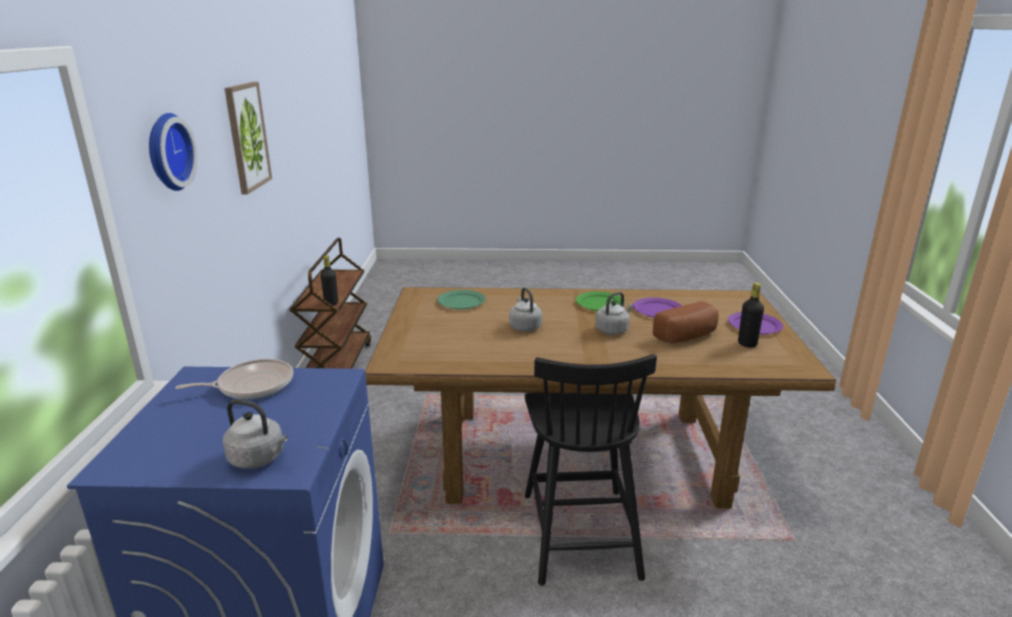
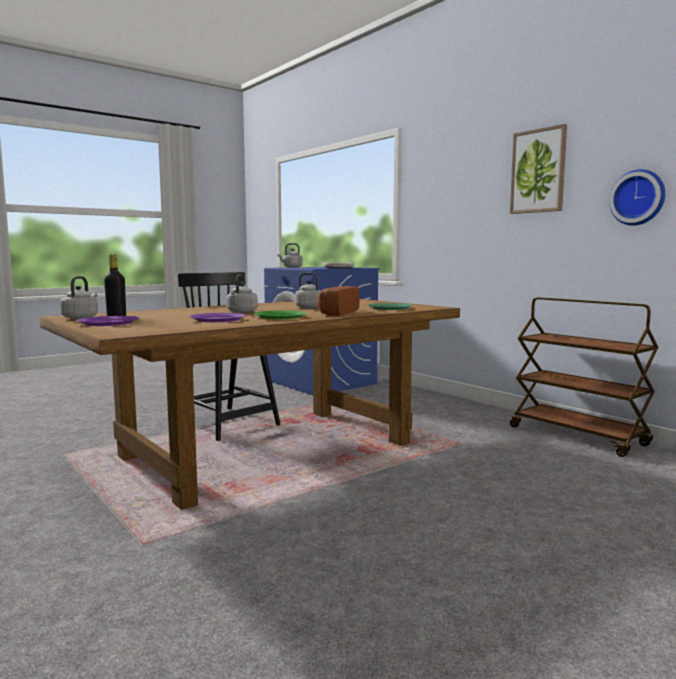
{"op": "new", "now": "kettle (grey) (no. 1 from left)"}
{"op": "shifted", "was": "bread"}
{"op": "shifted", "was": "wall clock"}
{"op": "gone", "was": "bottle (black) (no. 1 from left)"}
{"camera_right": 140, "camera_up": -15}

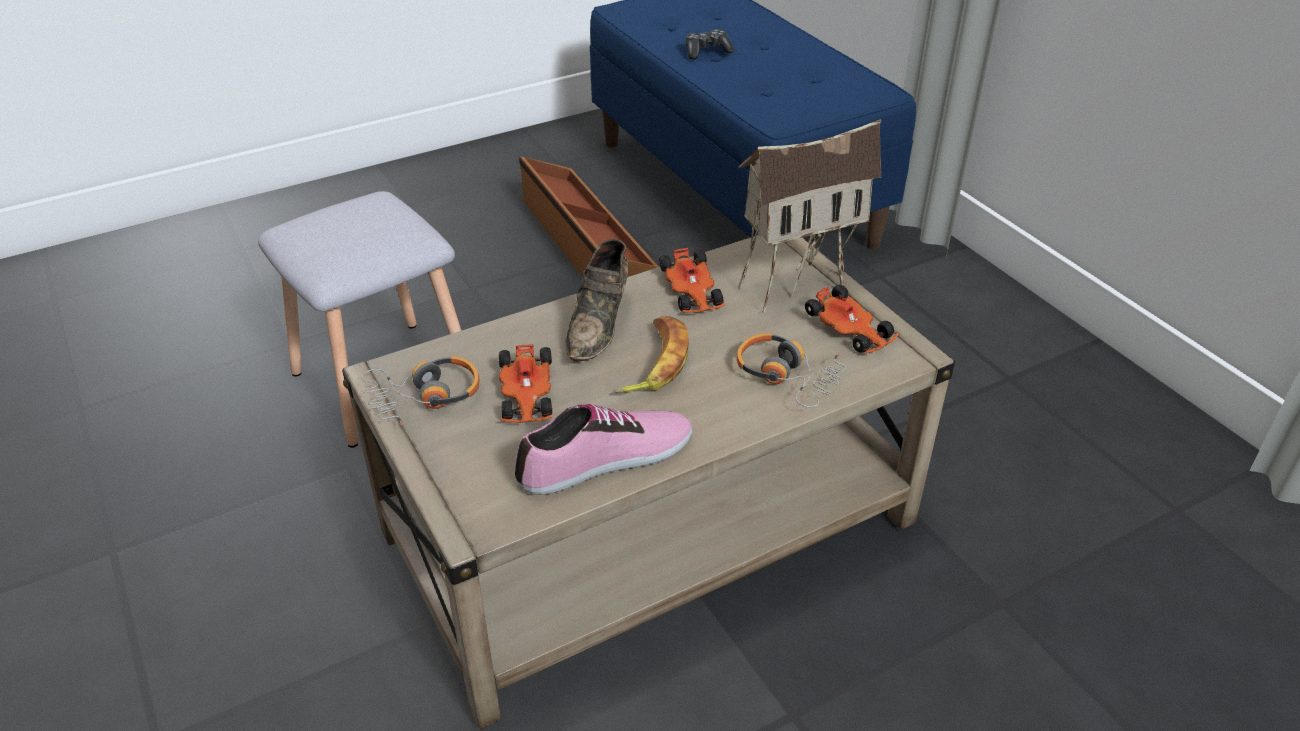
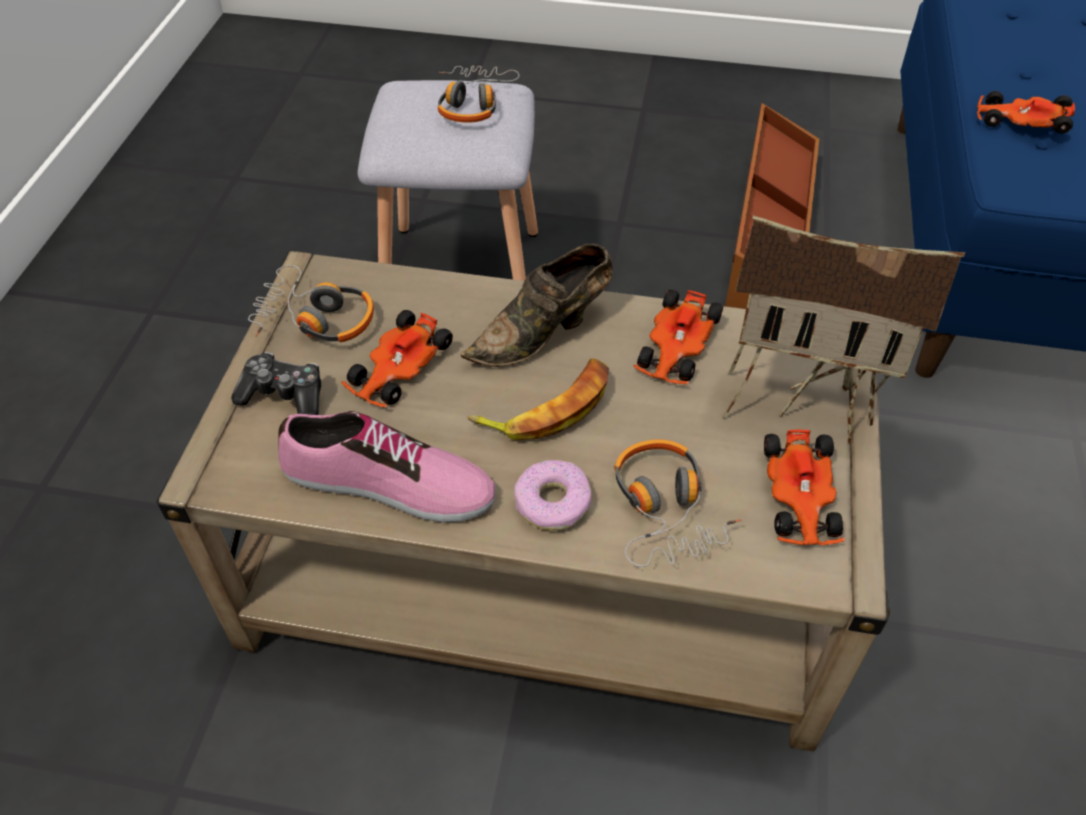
{"op": "shifted", "was": "game controller"}
{"op": "new", "now": "headphones (no. 2 from left)"}
{"op": "new", "now": "donut"}
{"op": "new", "now": "toy car (no. 4 from left)"}
{"camera_right": 40, "camera_up": 10}

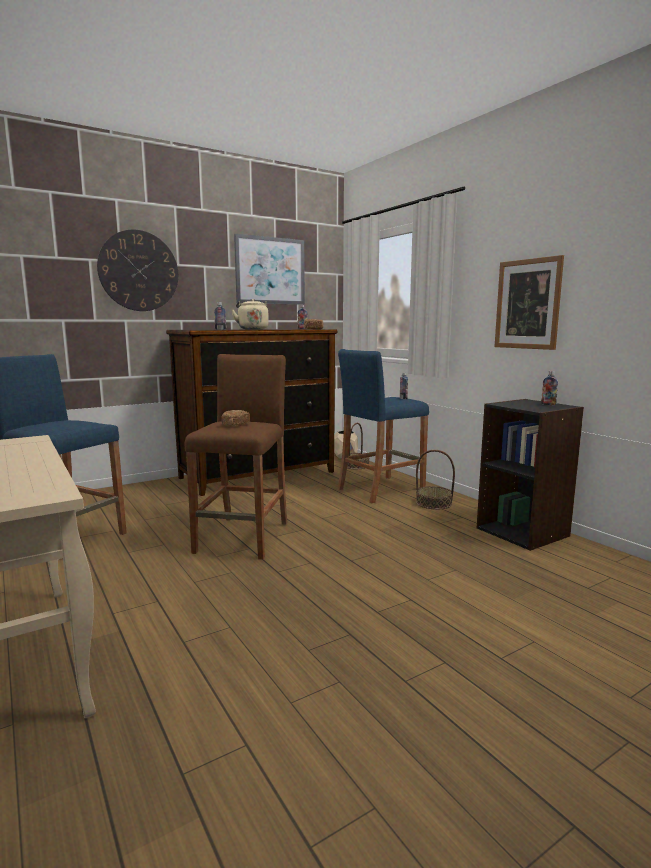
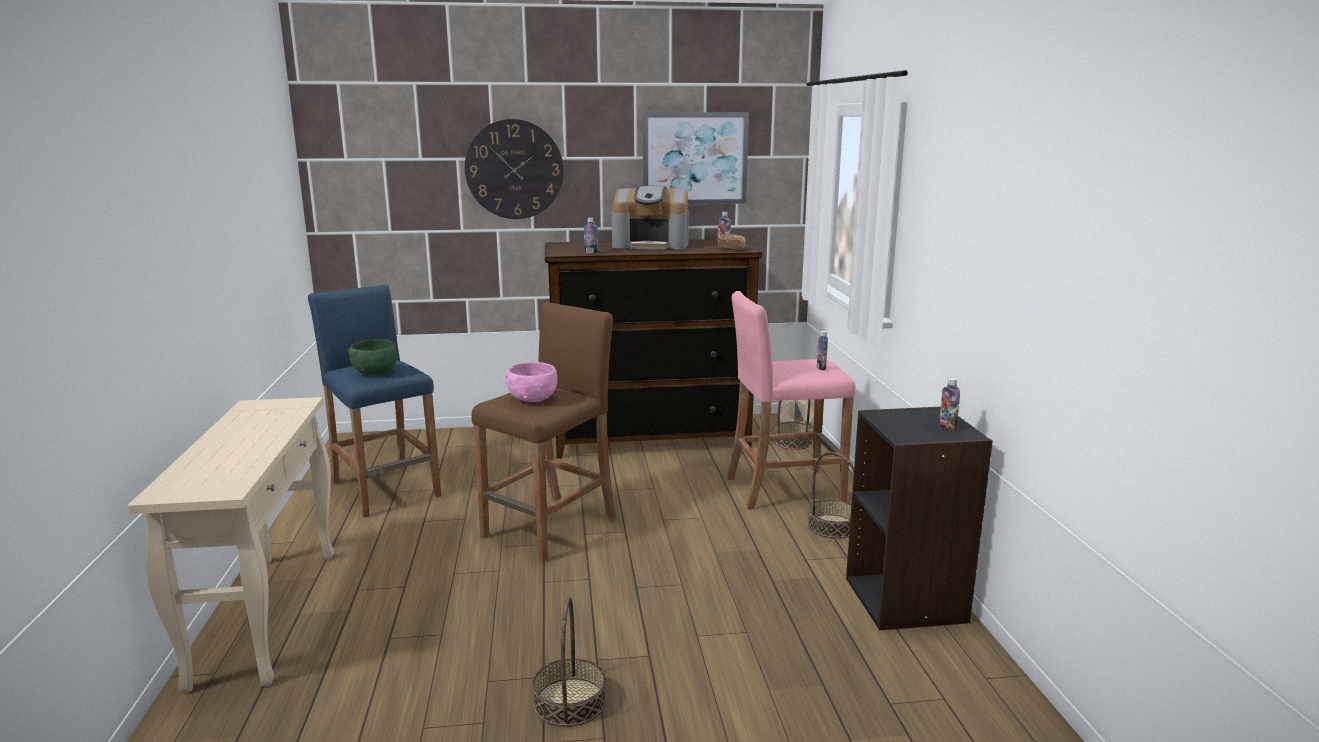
{"op": "new", "now": "bowl (green)"}
{"op": "swapped", "was": "bread (no. 1 from left)", "now": "bowl (pink)"}
{"op": "new", "now": "basket (no. 1 from left)"}
{"op": "swapped", "was": "kettle (beige)", "now": "coffee machine"}
{"op": "repainted", "was": "stool (blue) (no. 2 from left)", "now": "stool (pink)"}
{"op": "gone", "was": "picture (no. 2 from left)"}
{"camera_right": 25, "camera_up": 5}

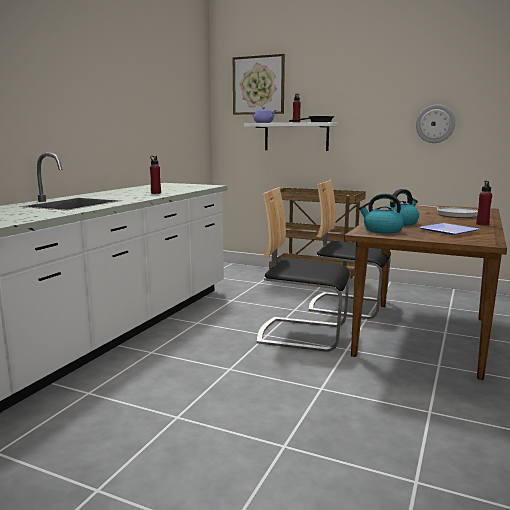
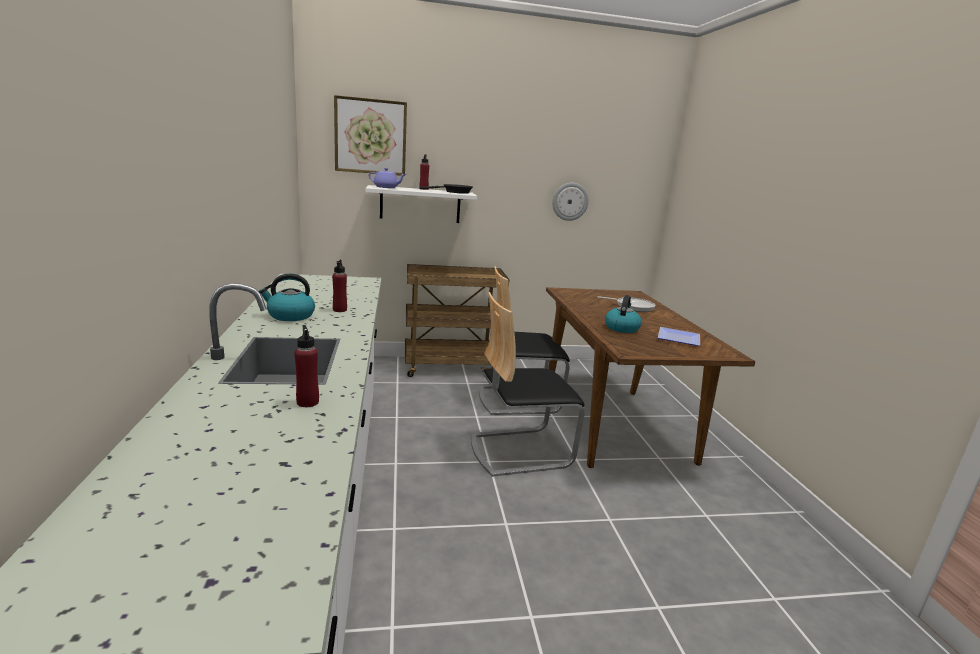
{"op": "shifted", "was": "kettle (no. 1 from left)"}
{"op": "shifted", "was": "bottle (red) (no. 3 from left in the first image)", "now": "bottle (red) (no. 1 from left)"}
{"camera_right": -35, "camera_up": 5}

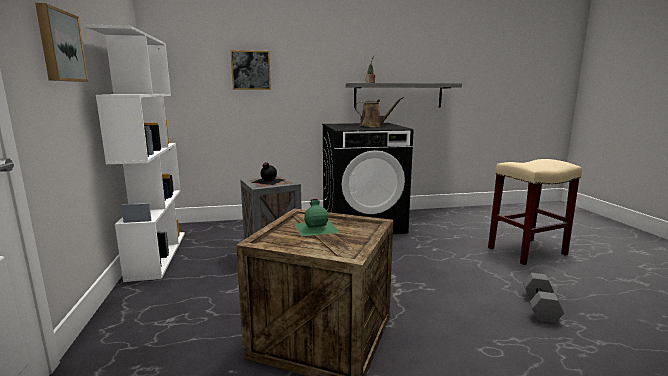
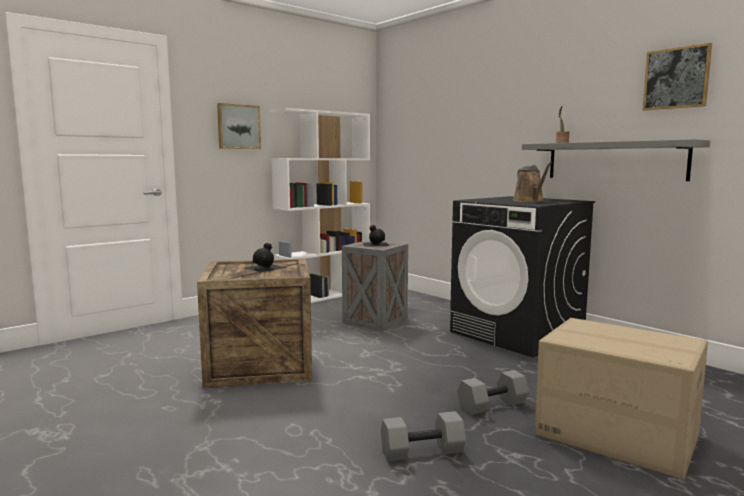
{"op": "repainted", "was": "bottle (green)", "now": "bottle (black) (no. 1 from left)"}
{"op": "new", "now": "dumbbell (grey) (no. 2 from left)"}
{"op": "swapped", "was": "stool (beige)", "now": "cardboard box"}
{"op": "shifted", "was": "picture (no. 2 from left)"}
{"camera_right": 60, "camera_up": -5}

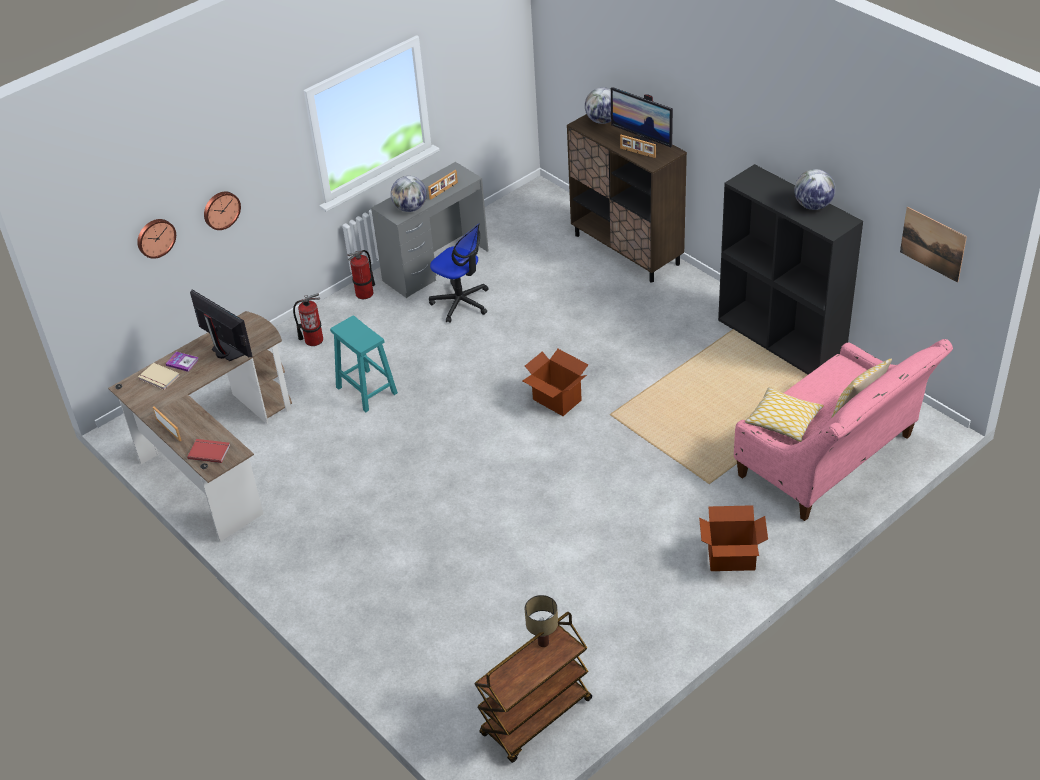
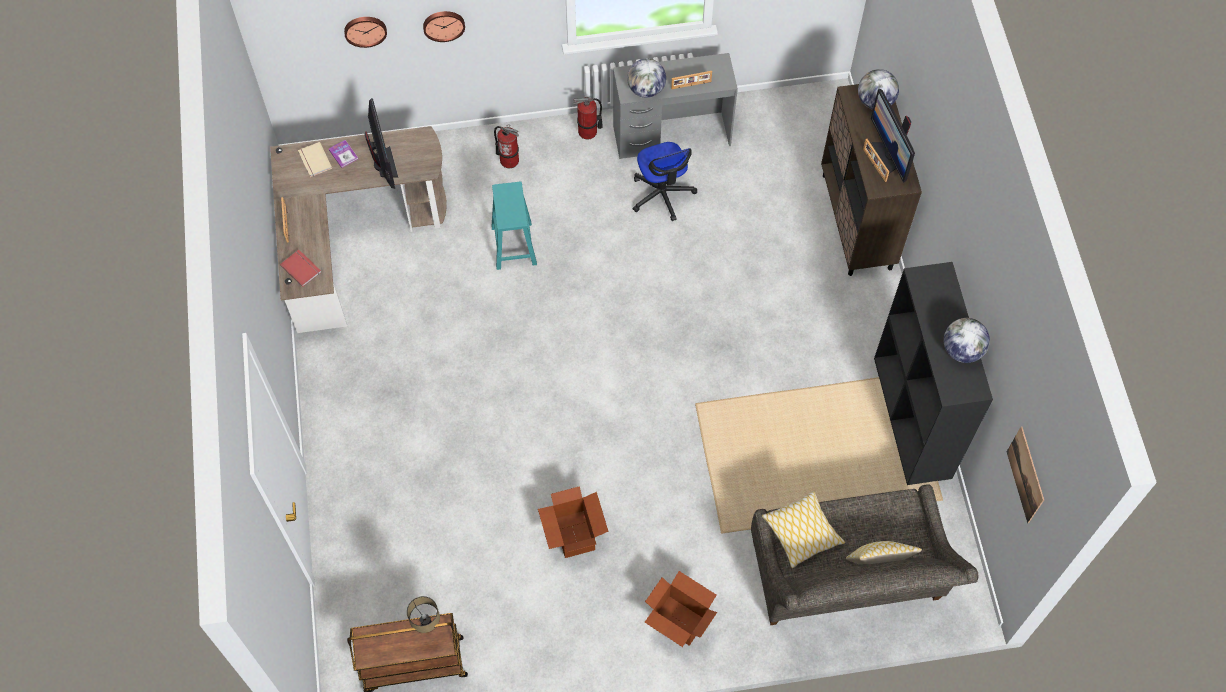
{"op": "shifted", "was": "cardboard box (no. 1 from left)"}
{"op": "repainted", "was": "sofa (pink)", "now": "sofa (grey)"}
{"camera_right": 30, "camera_up": 20}

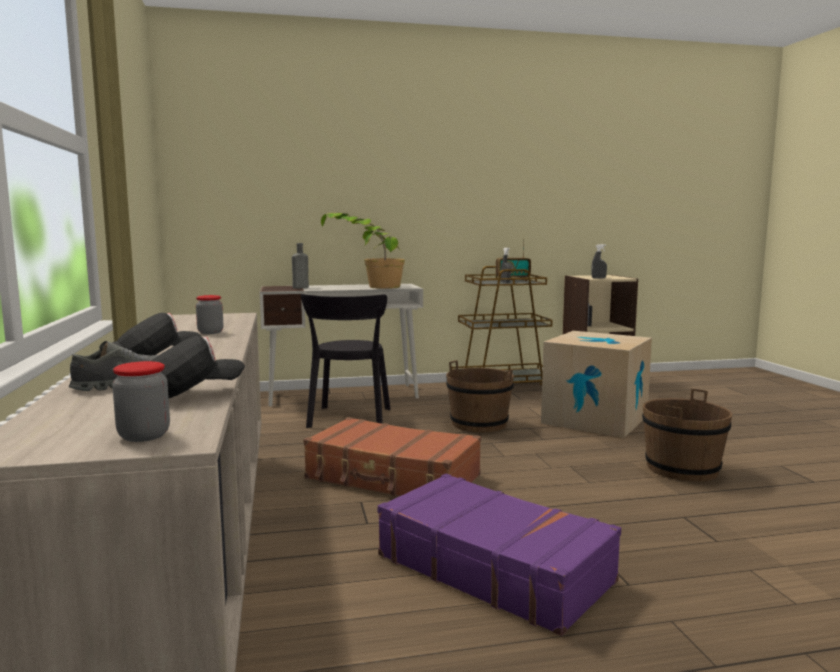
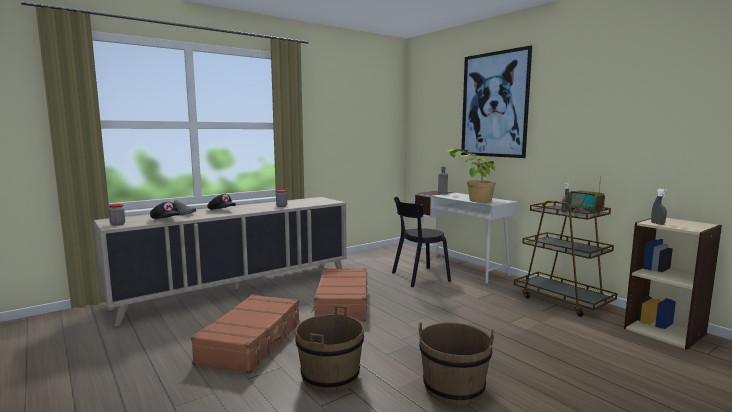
{"op": "repainted", "was": "suitcase (purple)", "now": "suitcase (brown) (no. 1 from left)"}
{"op": "shifted", "was": "bucket (brown) (no. 1 from left)"}
{"op": "new", "now": "picture"}
{"op": "gone", "was": "cardboard box"}
{"camera_right": 65, "camera_up": 0}

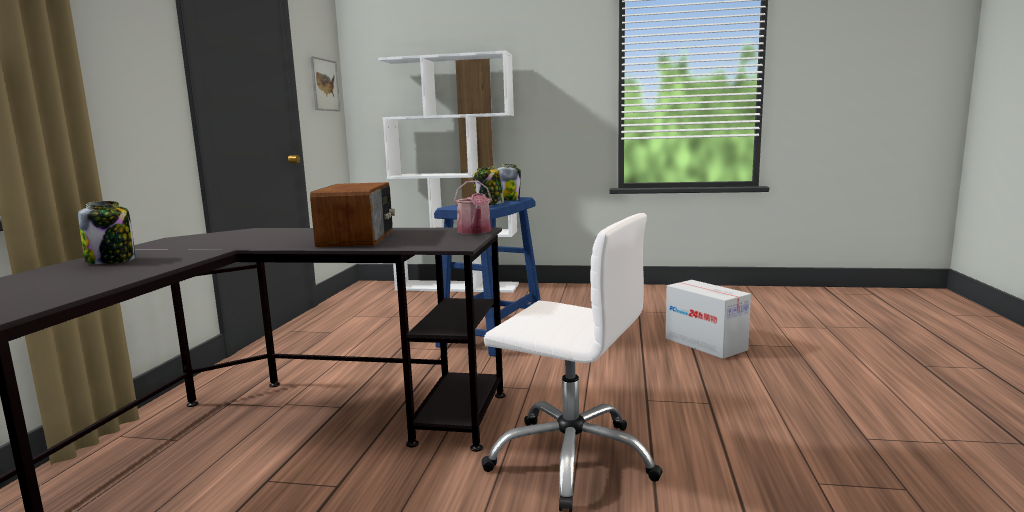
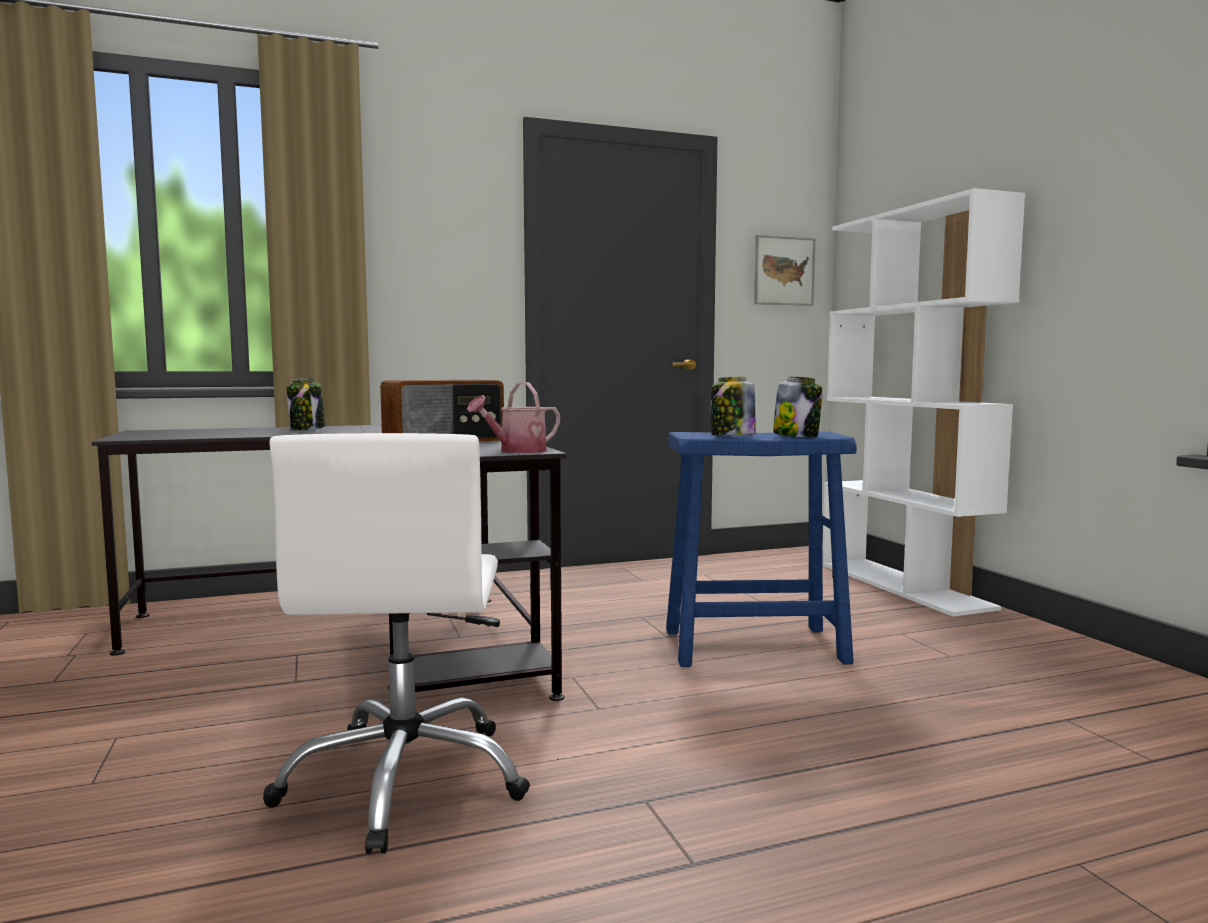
{"op": "gone", "was": "cardboard box"}
{"camera_right": 60, "camera_up": -5}

